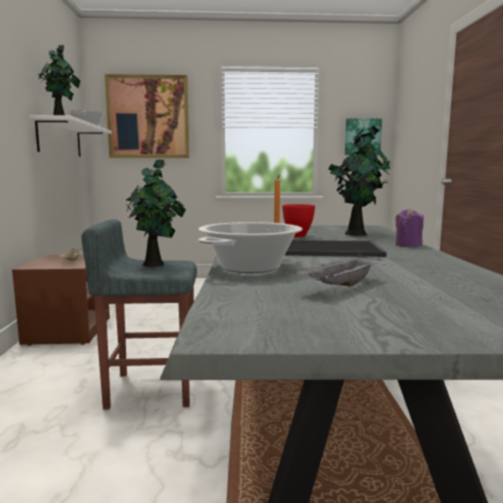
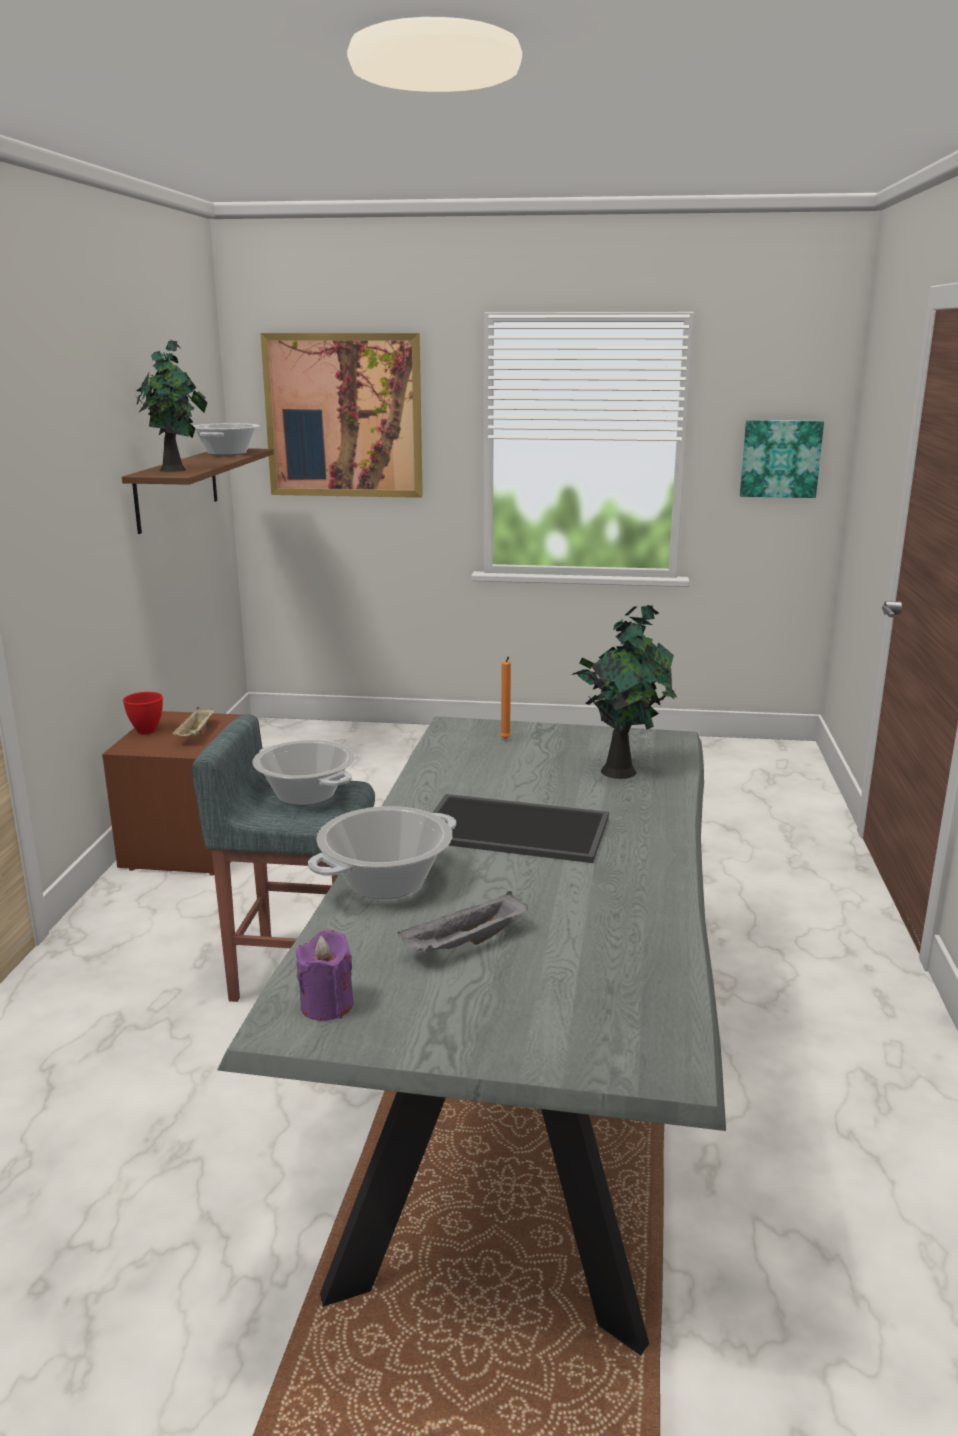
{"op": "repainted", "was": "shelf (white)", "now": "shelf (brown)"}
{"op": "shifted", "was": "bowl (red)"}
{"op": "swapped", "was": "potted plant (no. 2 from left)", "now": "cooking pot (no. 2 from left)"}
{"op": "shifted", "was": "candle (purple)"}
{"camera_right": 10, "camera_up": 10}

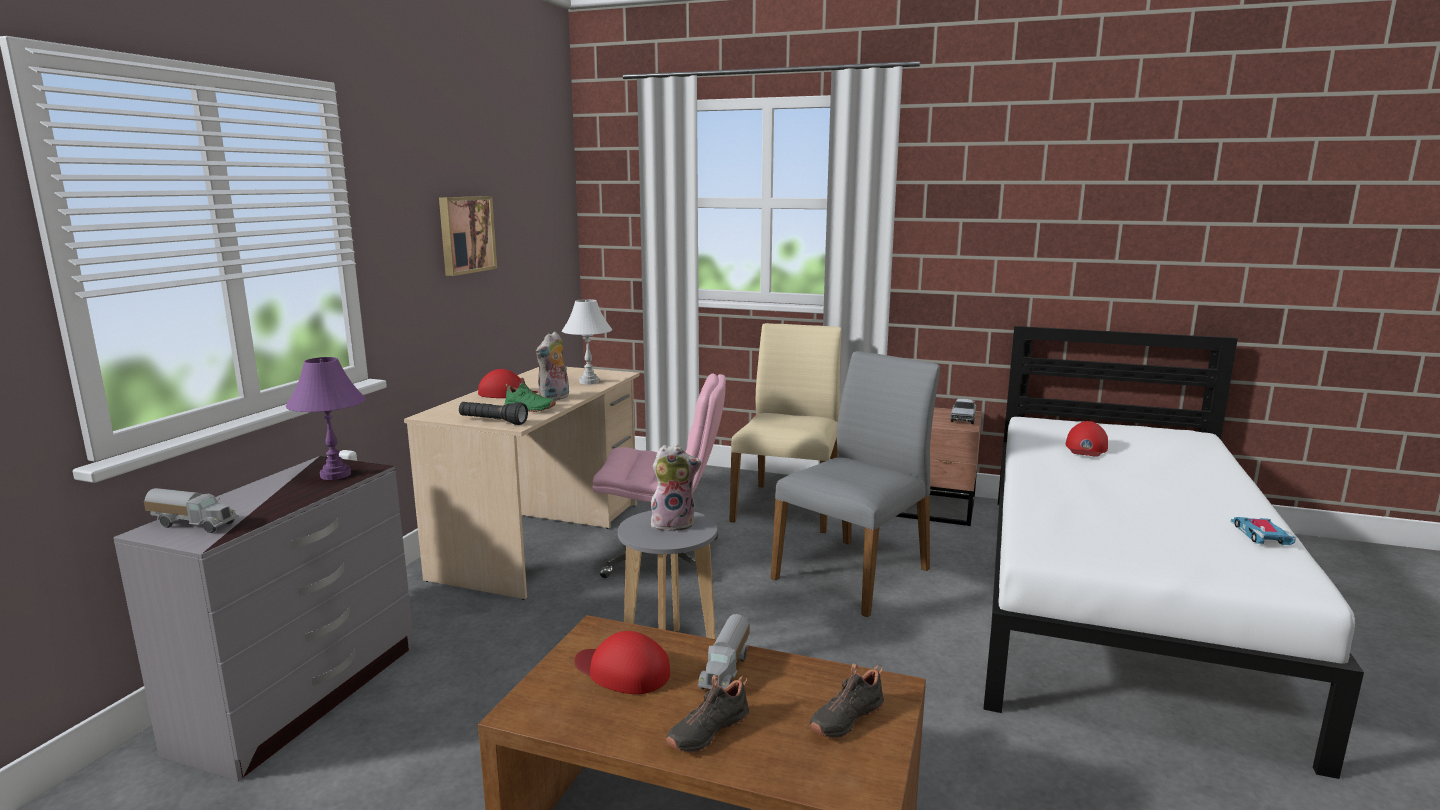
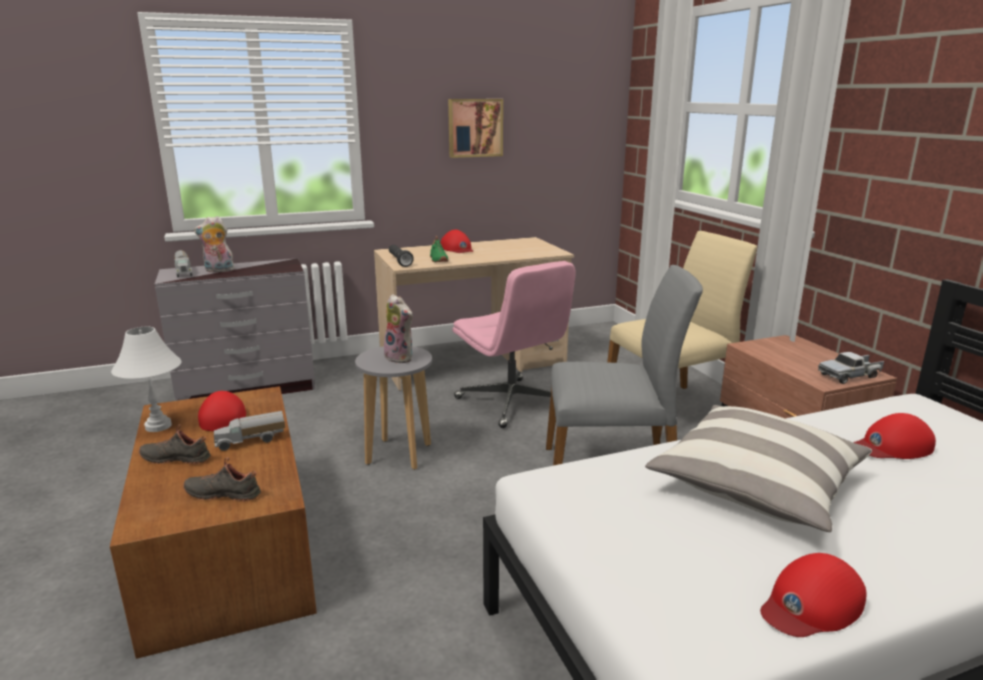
{"op": "shifted", "was": "table lamp (white)"}
{"op": "shifted", "was": "plush toy (no. 1 from left)"}
{"op": "new", "now": "pillow"}
{"op": "swapped", "was": "toy car", "now": "cap (red) (no. 3 from left)"}
{"op": "gone", "was": "table lamp (purple)"}
{"camera_right": 50, "camera_up": 5}

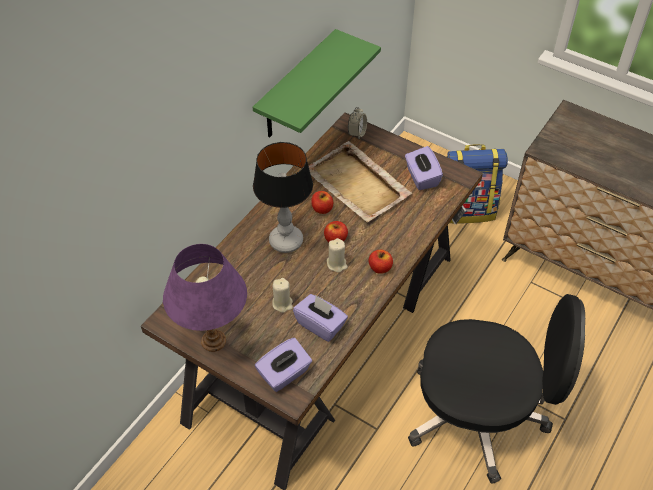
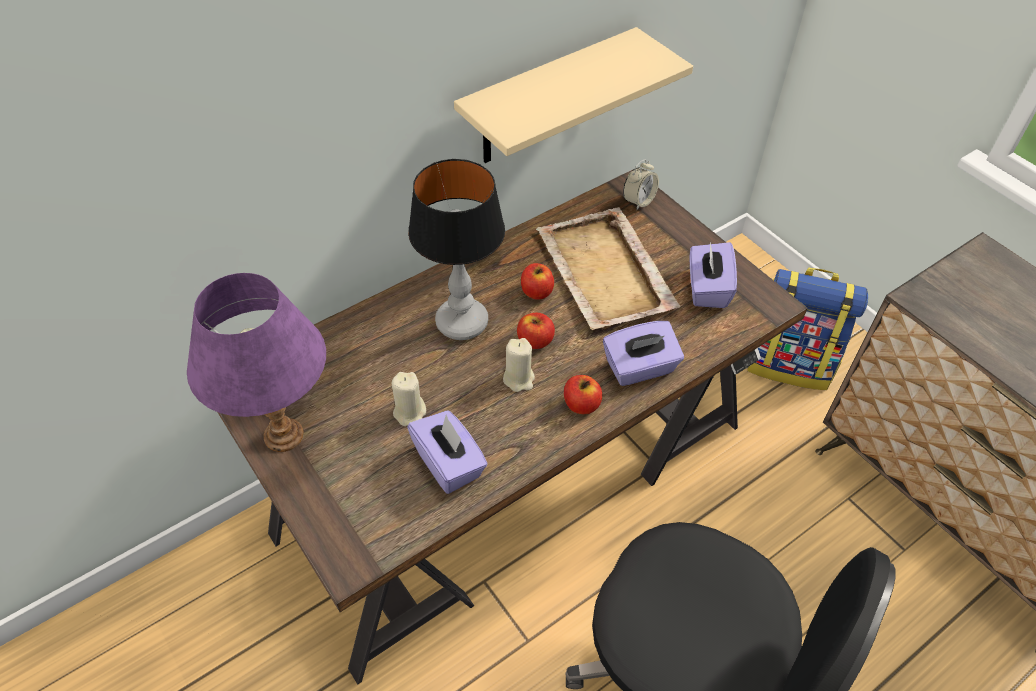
{"op": "repainted", "was": "shelf (green)", "now": "shelf (beige)"}
{"op": "shifted", "was": "tissue box (purple) (no. 1 from left in the first image)", "now": "tissue box (purple) (no. 2 from left)"}
{"camera_right": 20, "camera_up": 0}

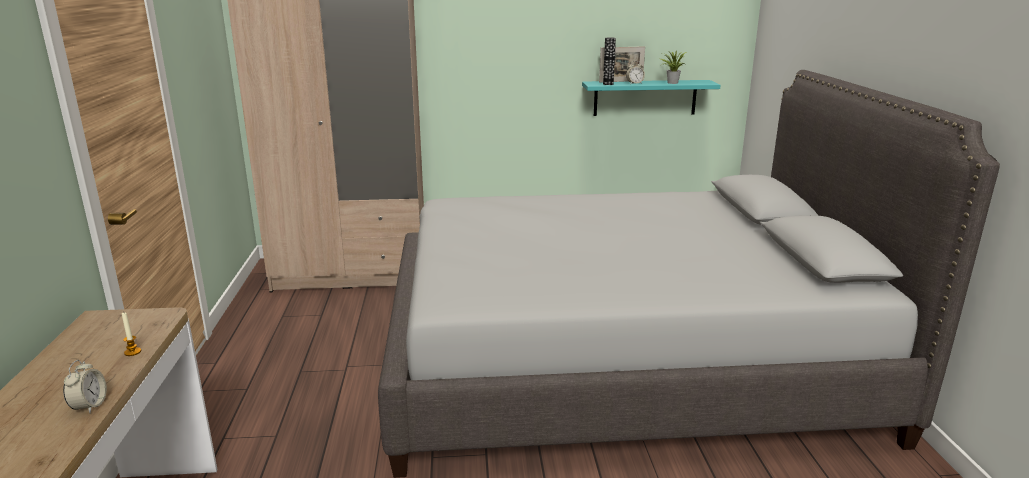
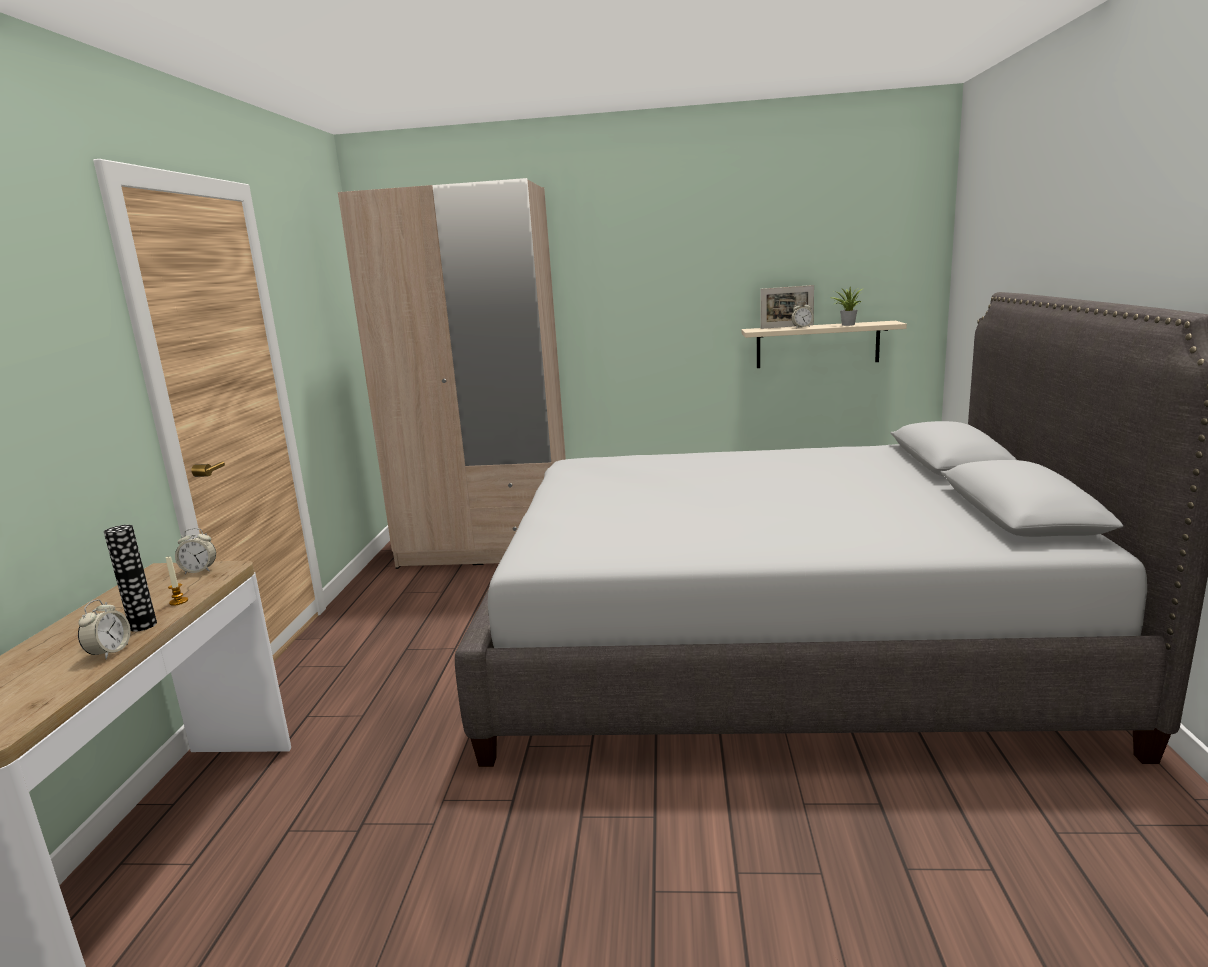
{"op": "shifted", "was": "vase"}
{"op": "new", "now": "alarm clock (no. 2 from left)"}
{"op": "repainted", "was": "shelf (turquoise)", "now": "shelf (beige)"}
{"camera_right": 10, "camera_up": -5}

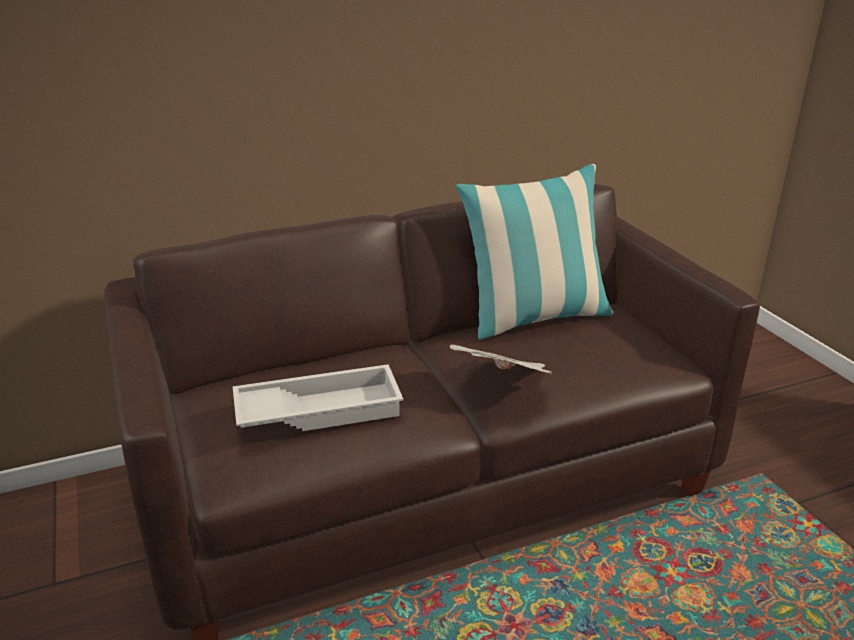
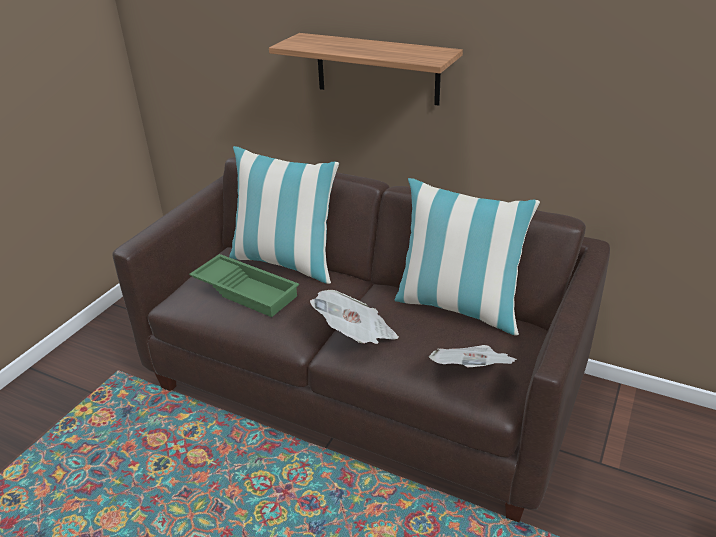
{"op": "repainted", "was": "tray (white)", "now": "tray (green)"}
{"op": "new", "now": "pillow (no. 1 from left)"}
{"op": "new", "now": "shelf"}
{"op": "new", "now": "newspaper (no. 2 from left)"}
{"camera_right": 50, "camera_up": 5}

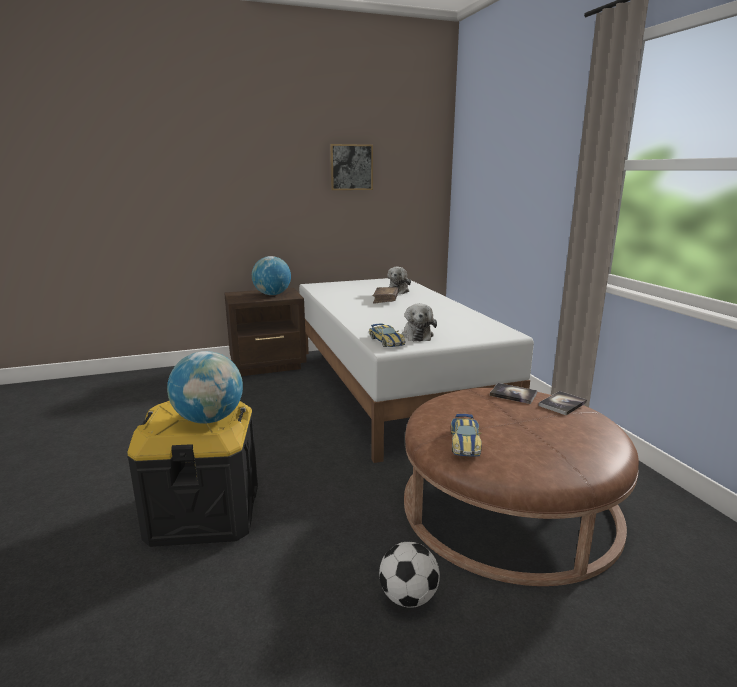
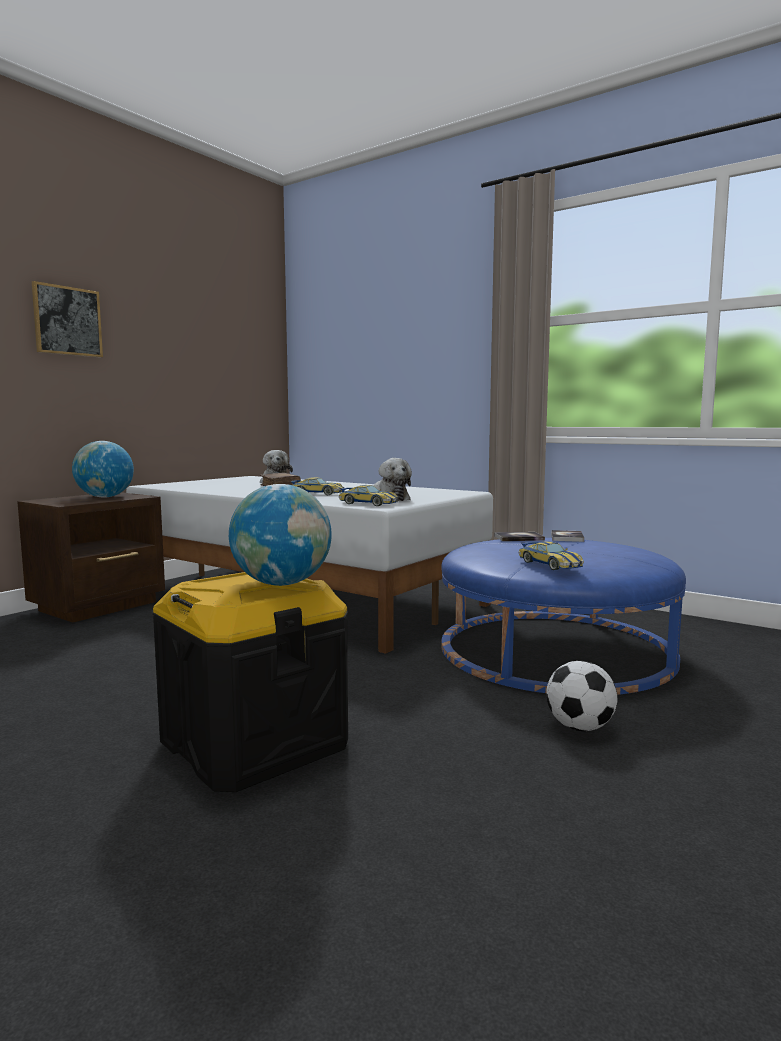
{"op": "shifted", "was": "picture"}
{"op": "new", "now": "toy car (no. 1 from left)"}
{"op": "repainted", "was": "ottoman (brown)", "now": "ottoman (blue)"}
{"camera_right": -35, "camera_up": -10}

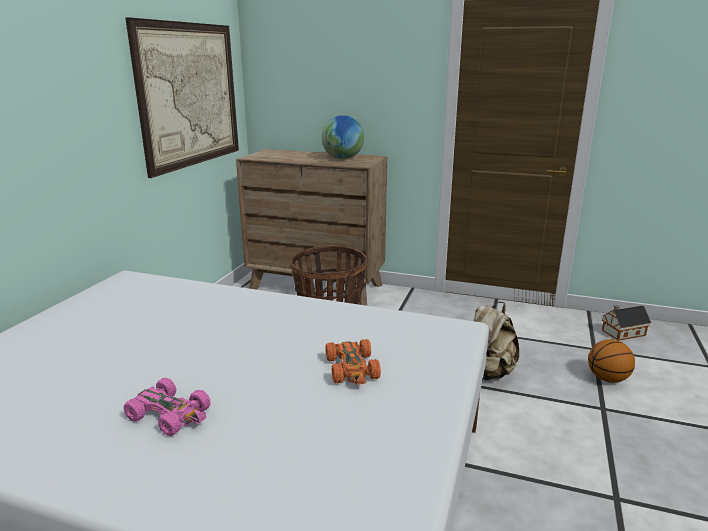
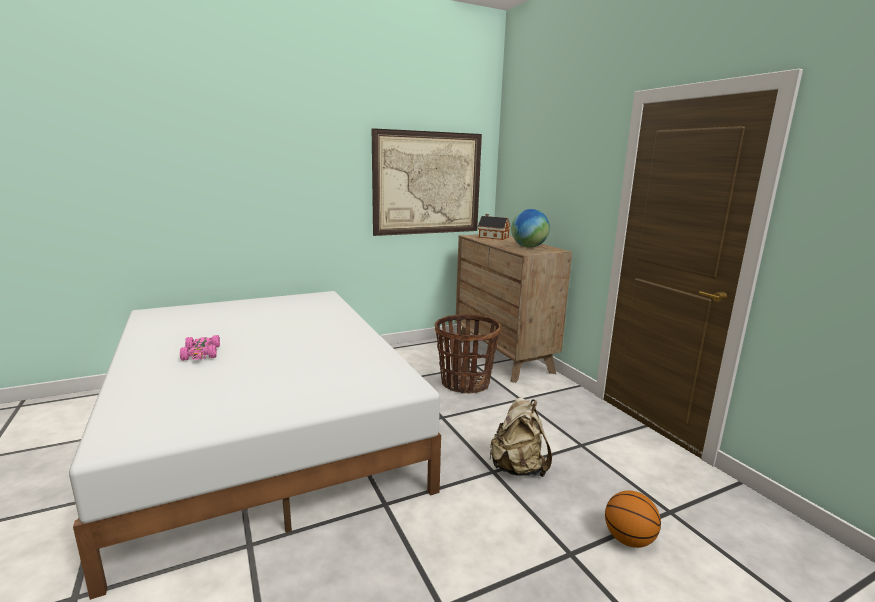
{"op": "shifted", "was": "toy house"}
{"op": "gone", "was": "toy car (orange)"}
{"camera_right": 45, "camera_up": -5}

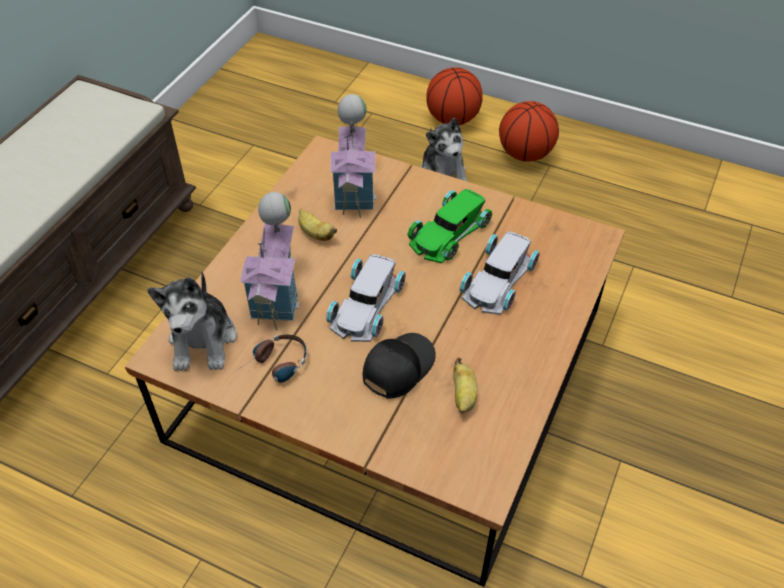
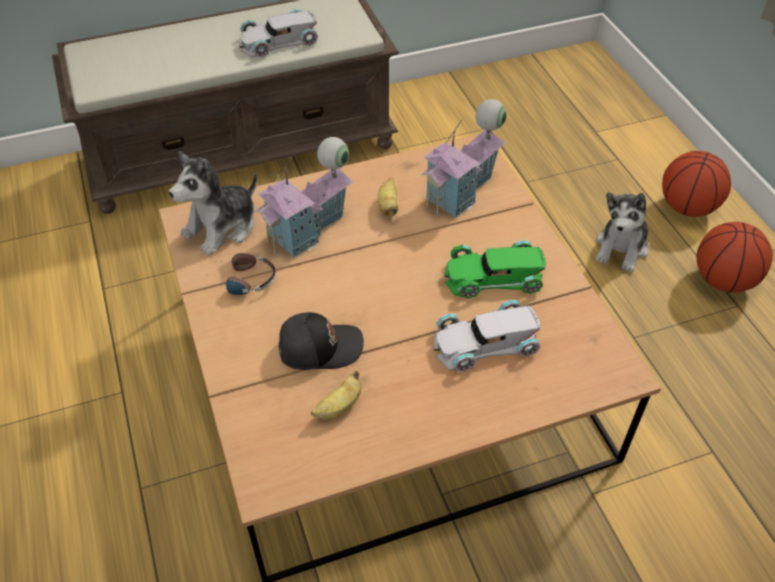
{"op": "shifted", "was": "toy car (white) (no. 1 from left)"}
{"camera_right": 45, "camera_up": 0}

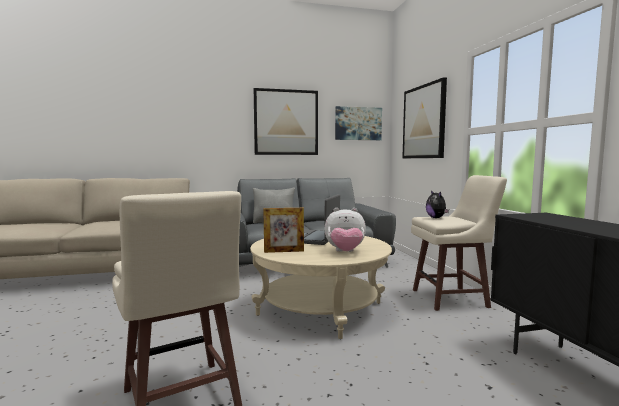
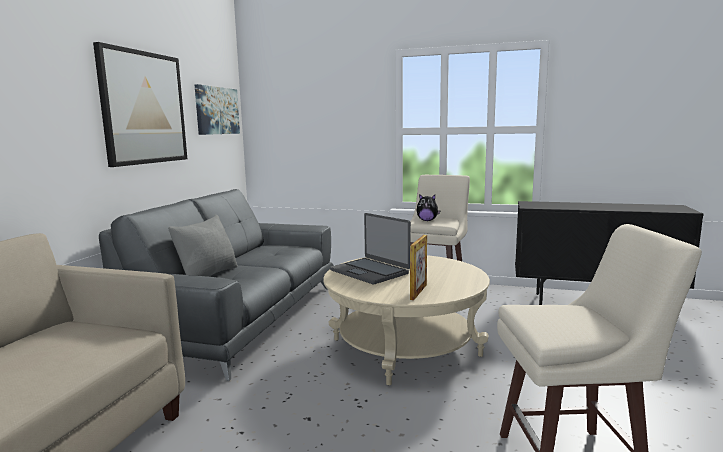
{"op": "gone", "was": "plush toy (no. 1 from left)"}
{"op": "gone", "was": "picture (no. 3 from left)"}
{"camera_right": -60, "camera_up": 5}

